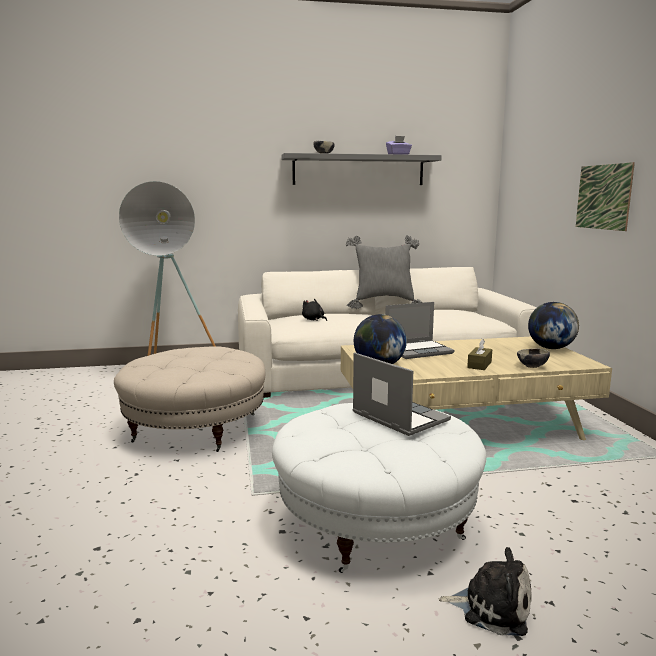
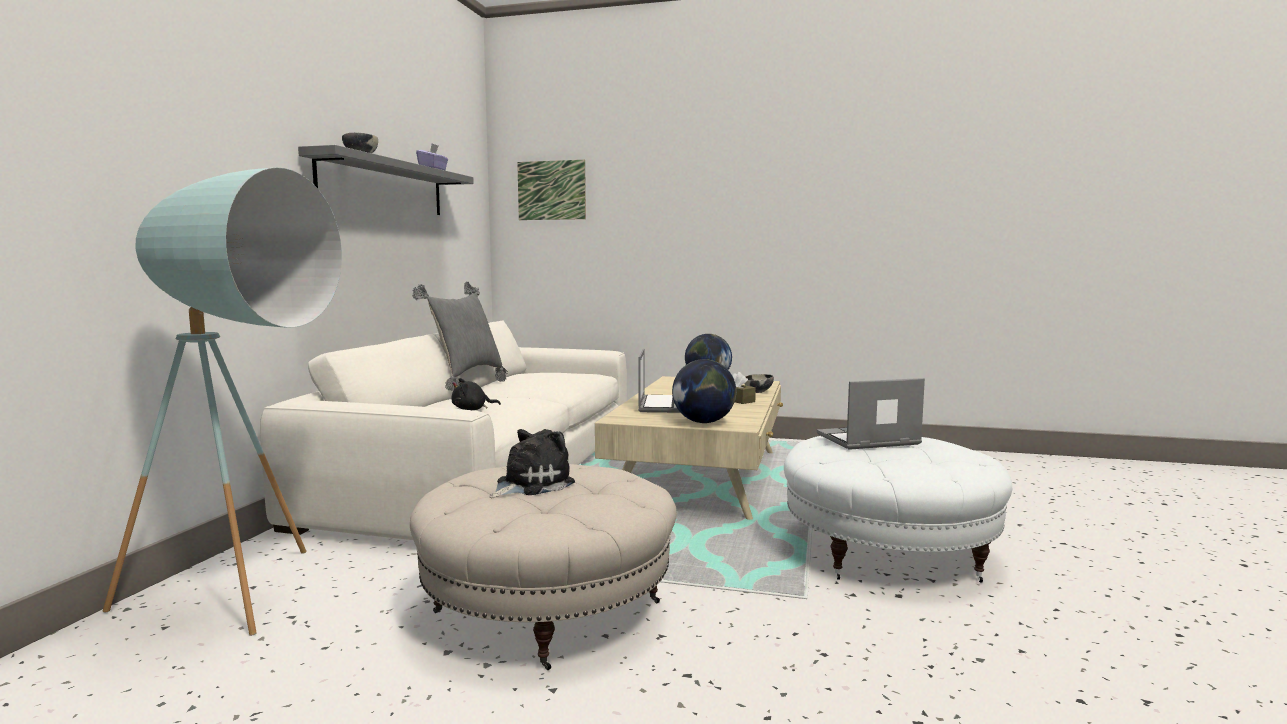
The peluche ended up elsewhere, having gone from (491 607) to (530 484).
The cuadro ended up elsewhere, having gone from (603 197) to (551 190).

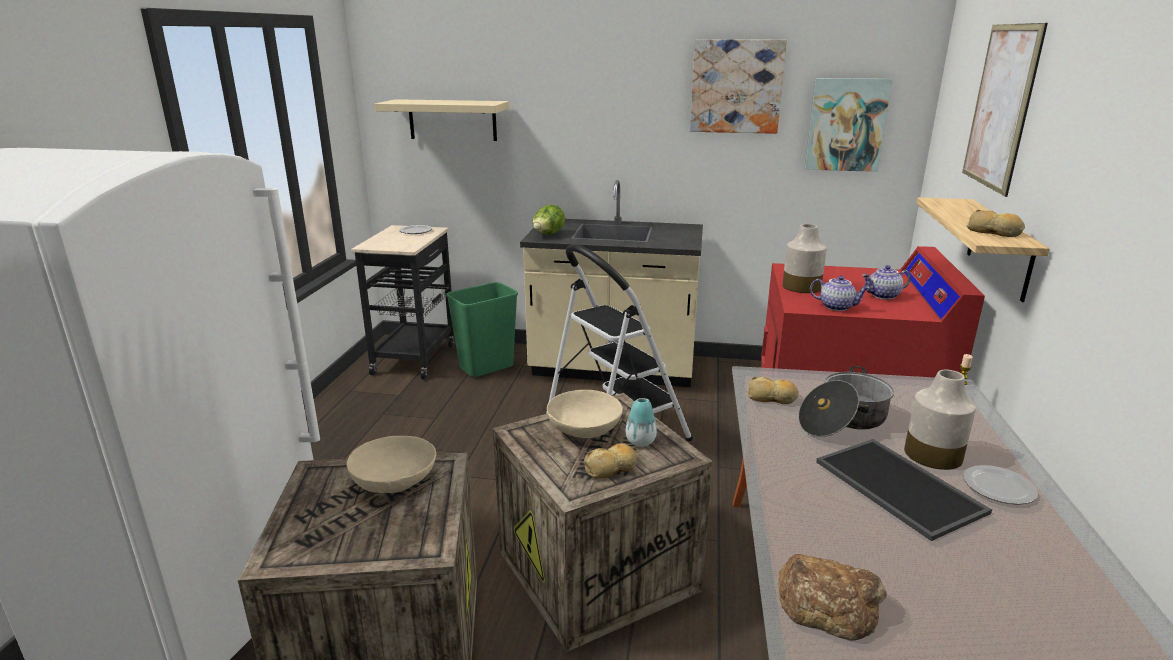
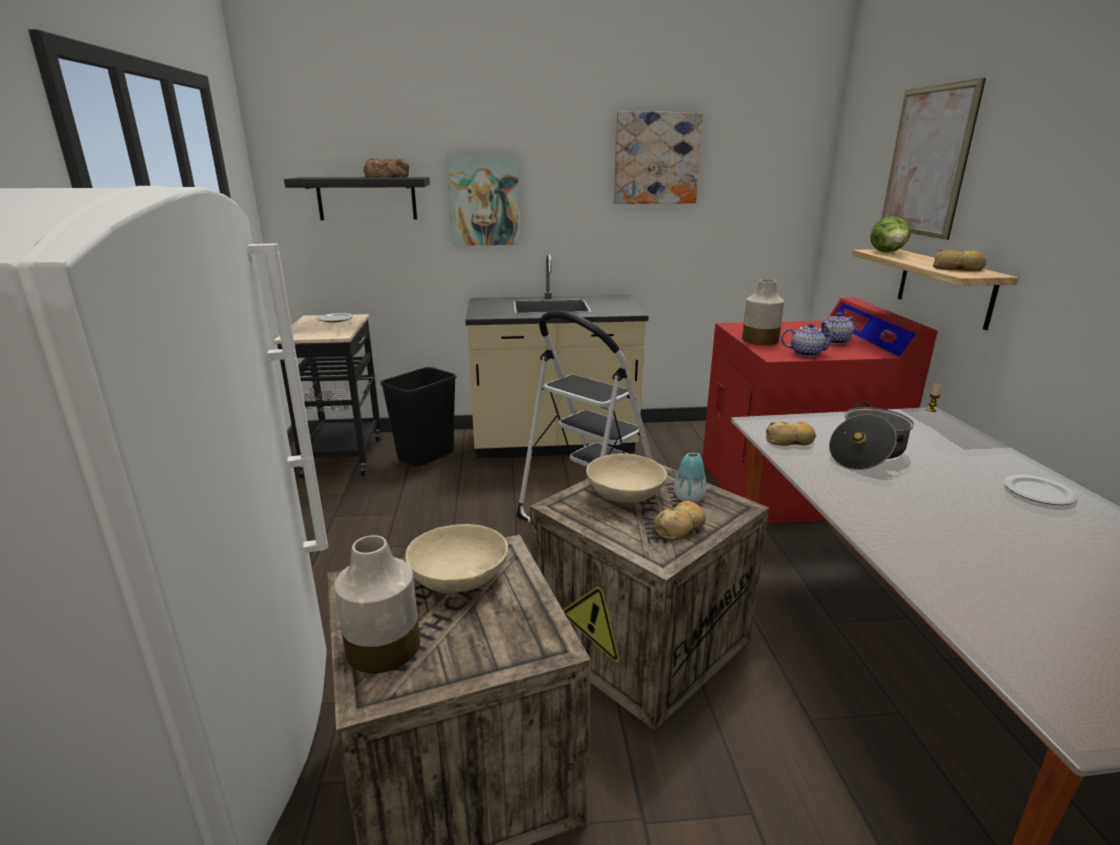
The second view lost the bandeja at (901 486).
The lechuga ended up elsewhere, having gone from (548 235) to (888 253).
The pan ended up elsewhere, having gone from (828 603) to (387 177).
The cuadro ended up elsewhere, having gone from (846 125) to (484 201).
The florero [beis] ended up elsewhere, having gone from (932 454) to (382 646).
What was the estante [beis] at (452 120) turned into the estante [negro] at (367 198).
What was the papelera [verde] at (486 368) turned into the papelera [negro] at (426 457).

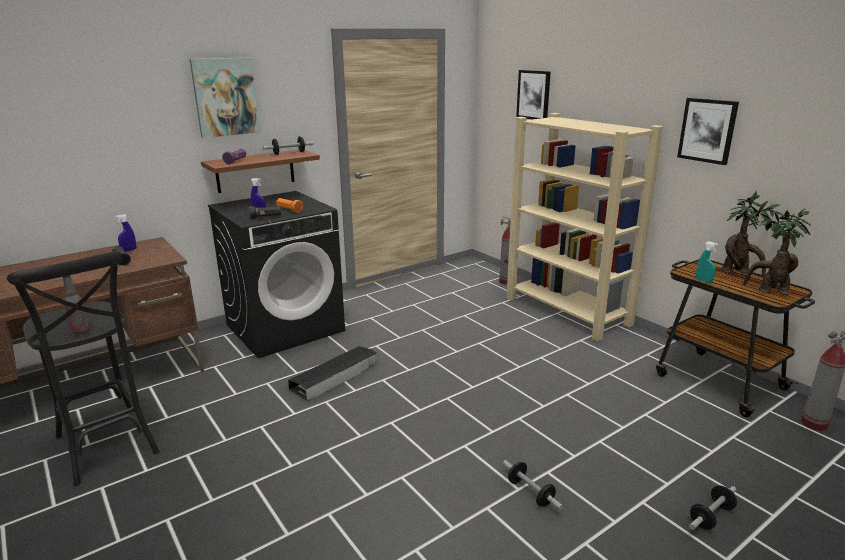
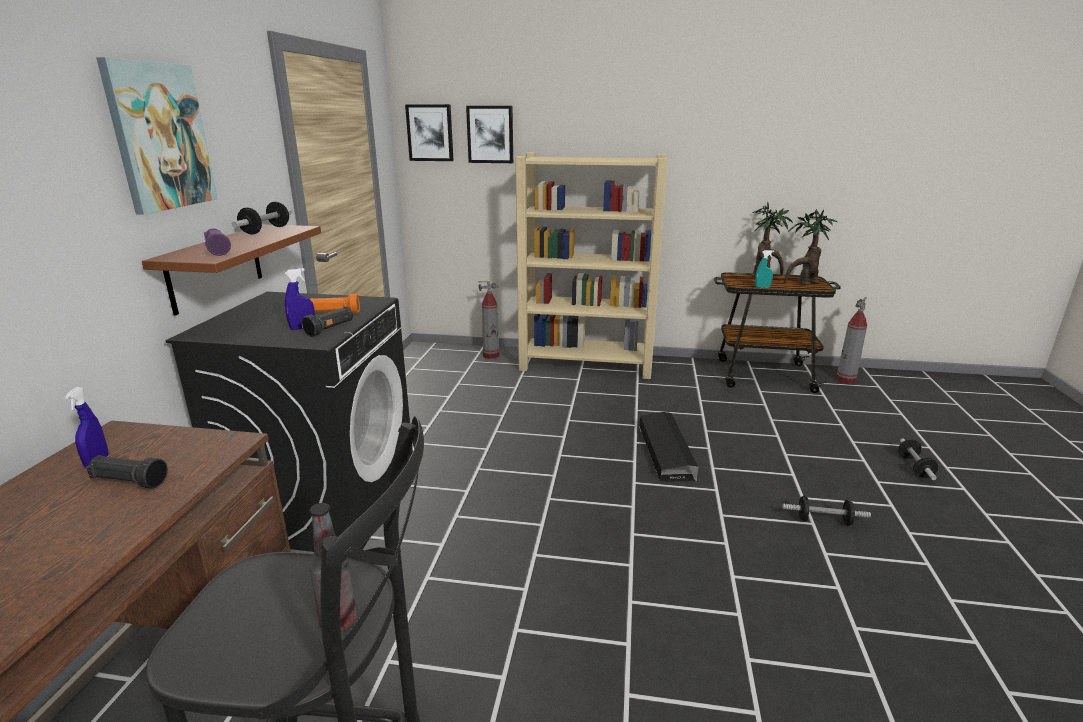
The caja de almacenaje [negro] ended up elsewhere, having gone from (335 377) to (666 451).
The cuadro ended up elsewhere, having gone from (707 130) to (430 133).

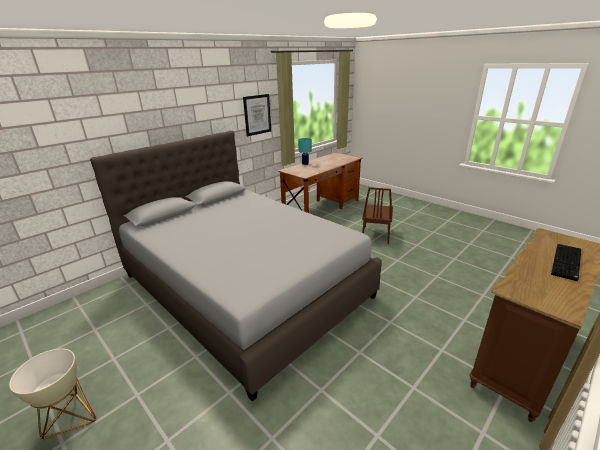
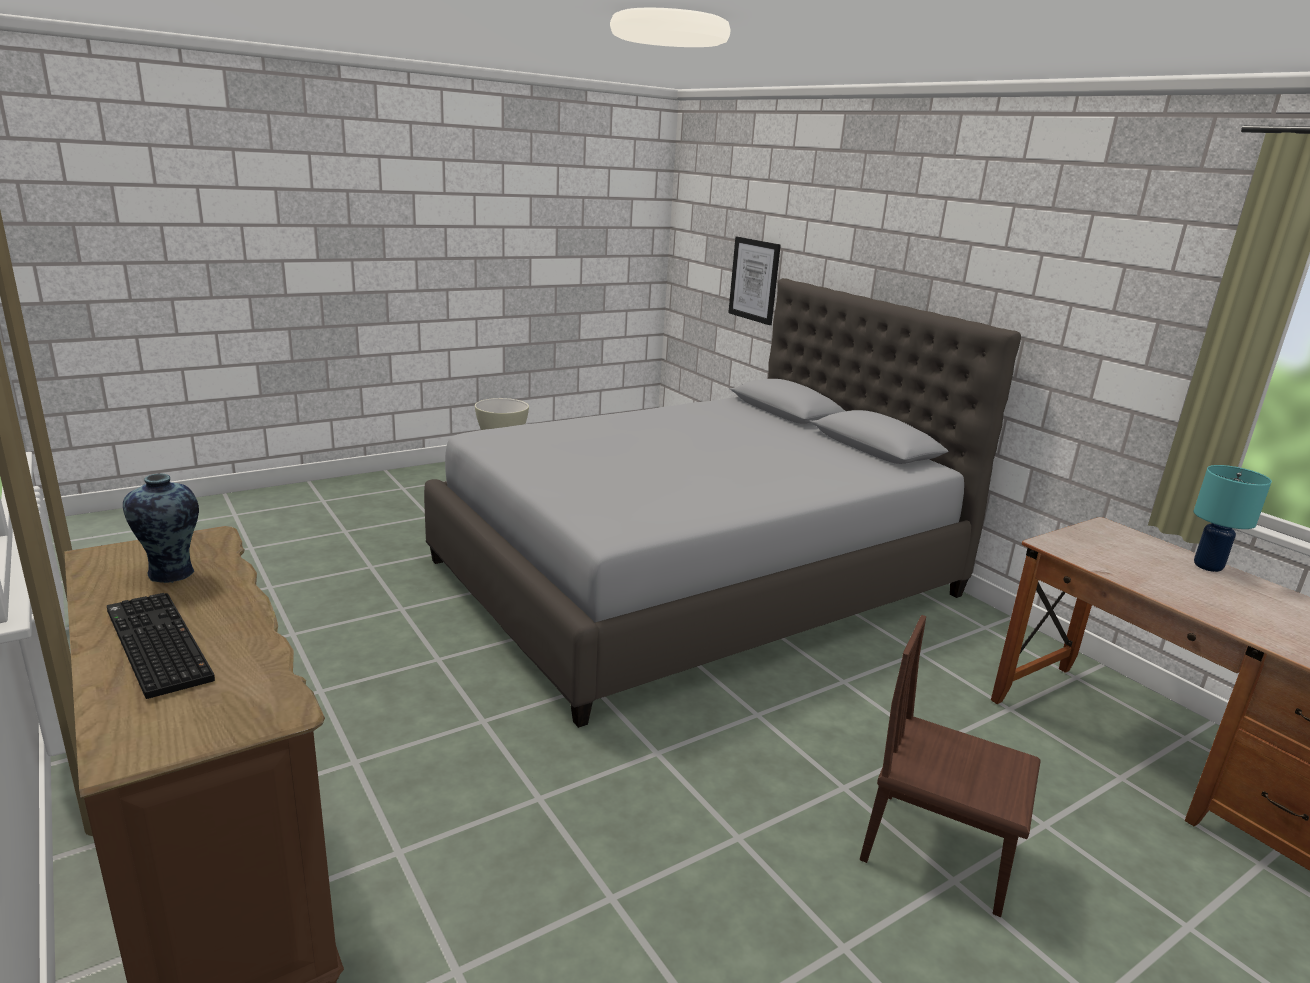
The second view gained the florero at (172 574).
The cuadro ended up elsewhere, having gone from (257 114) to (754 280).

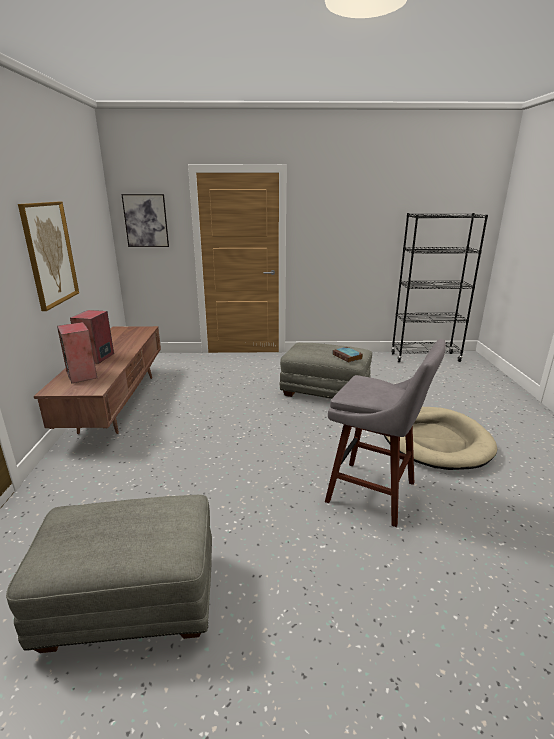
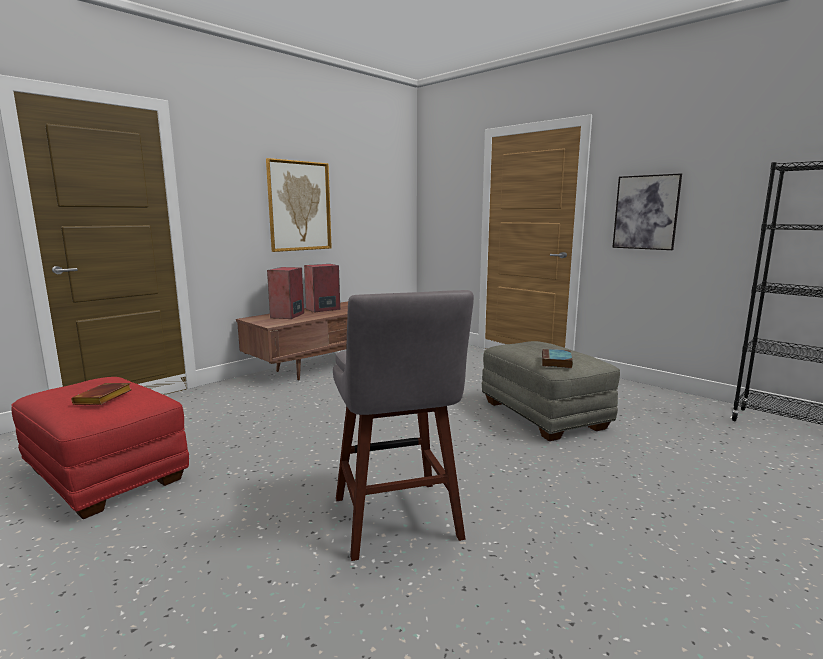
The second view lost the cama para perro [beis] at (434 441).
The second view gained the libro [marrón] at (103 399).
The cuadro ended up elsewhere, having gone from (146 221) to (646 212).
What was the puf [gris] at (132 599) turned into the puf [rojo] at (108 474).

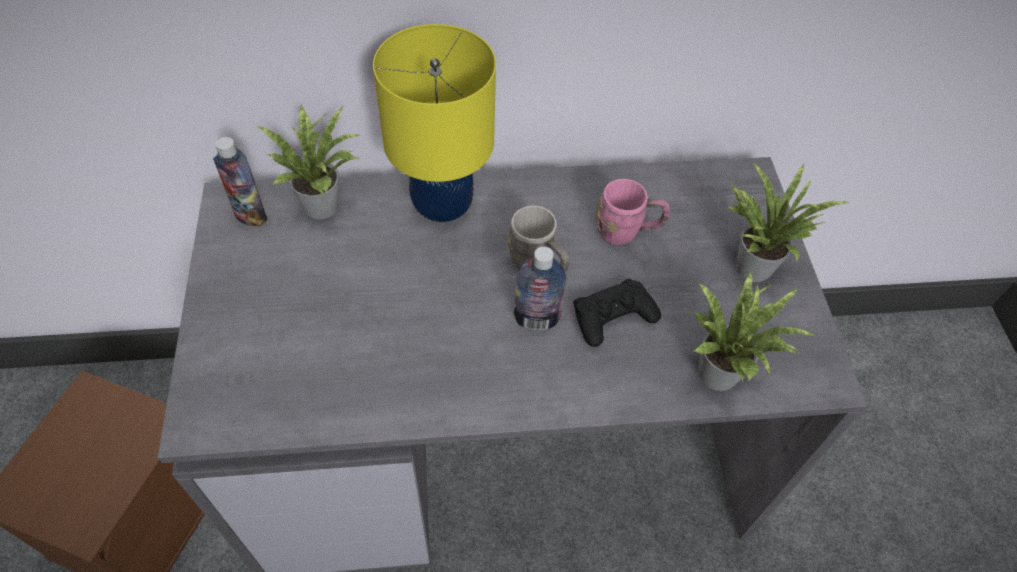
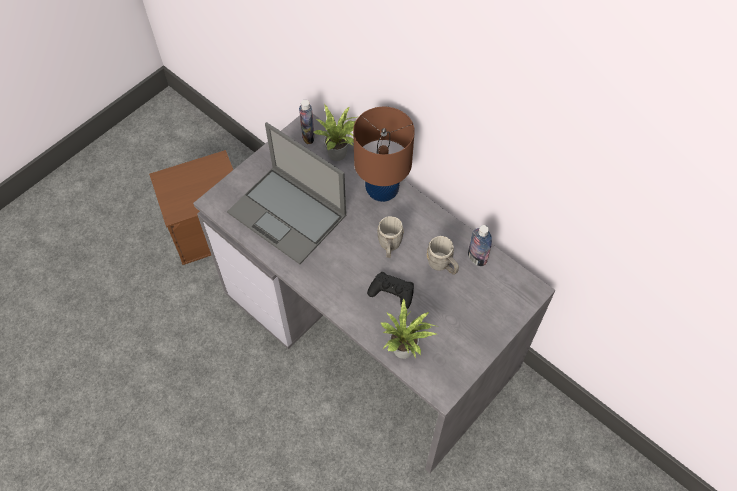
The second view lost the planta en maceta at (752 263).
The second view gained the portátil at (288 214).
The botella ended up elsewhere, having gone from (536 320) to (477 258).
What was the lámpara de mesa [amarillo] at (440 204) turned into the lámpara de mesa [marrón] at (382 190).
What was the taza grande [rosa] at (627 231) turned into the taza grande [gris] at (442 265).

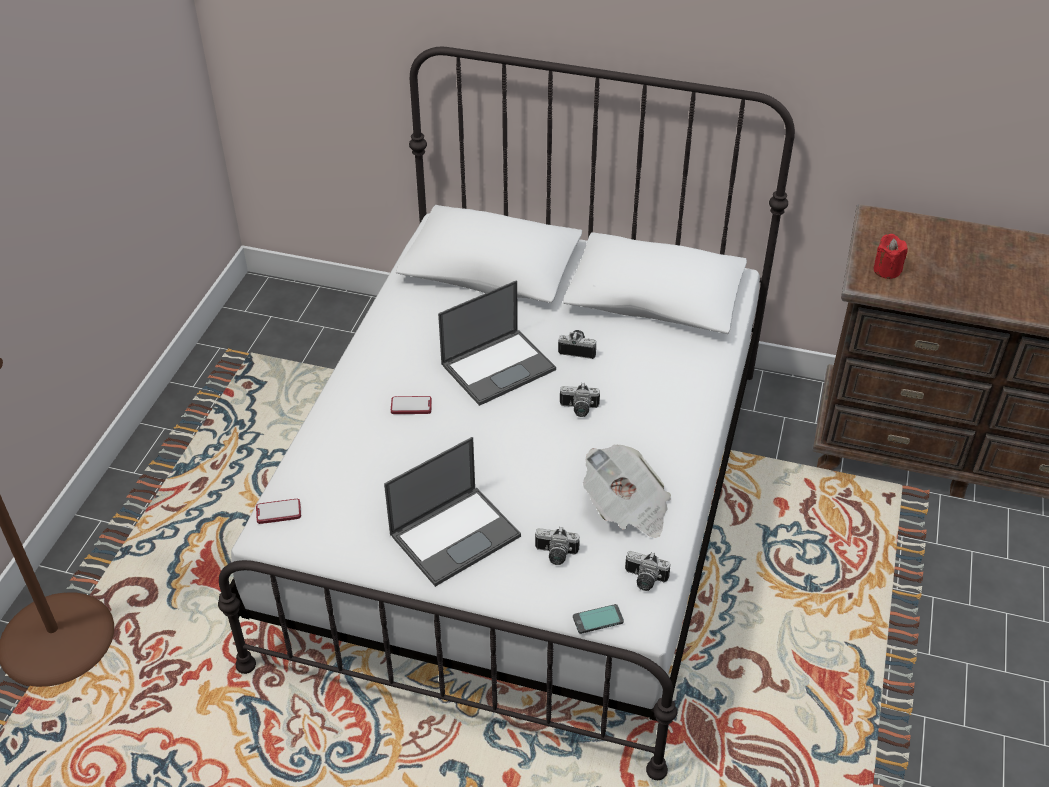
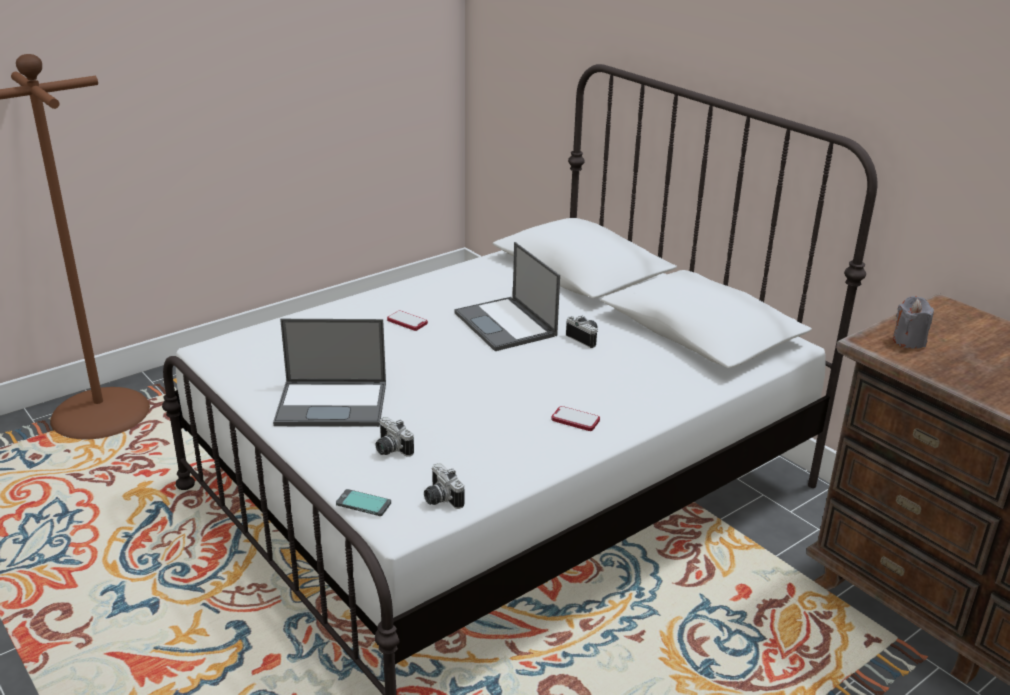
The second view lost the cámara at (579 409).
The second view lost the periódico at (626 508).
The móvil ended up elsewhere, having gone from (278 512) to (575 420).
What was the vela [rojo] at (886 270) turned into the vela [gris] at (909 341).
The portátil at (499 366) ended up facing another way, 60 degrees clockwise from before.

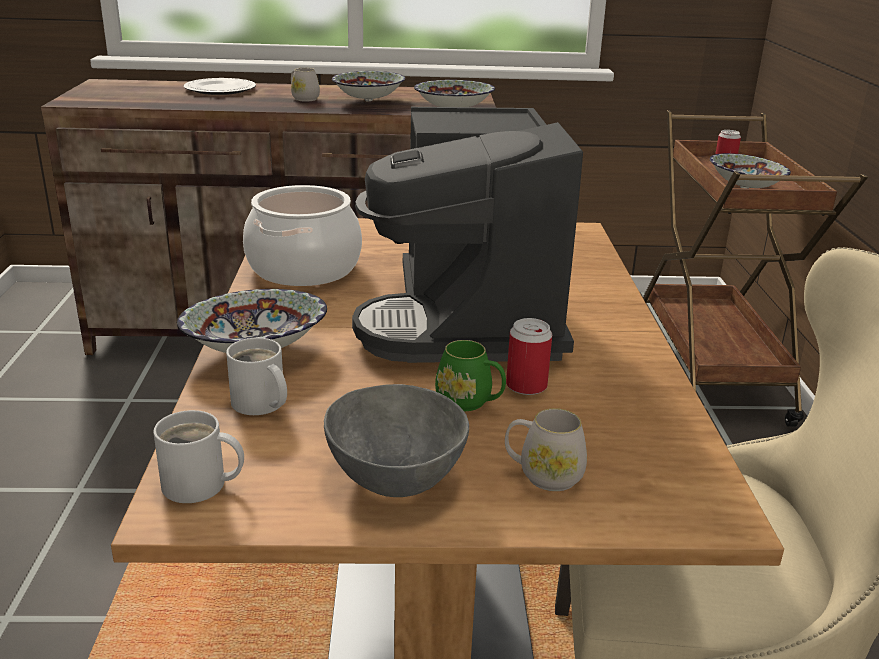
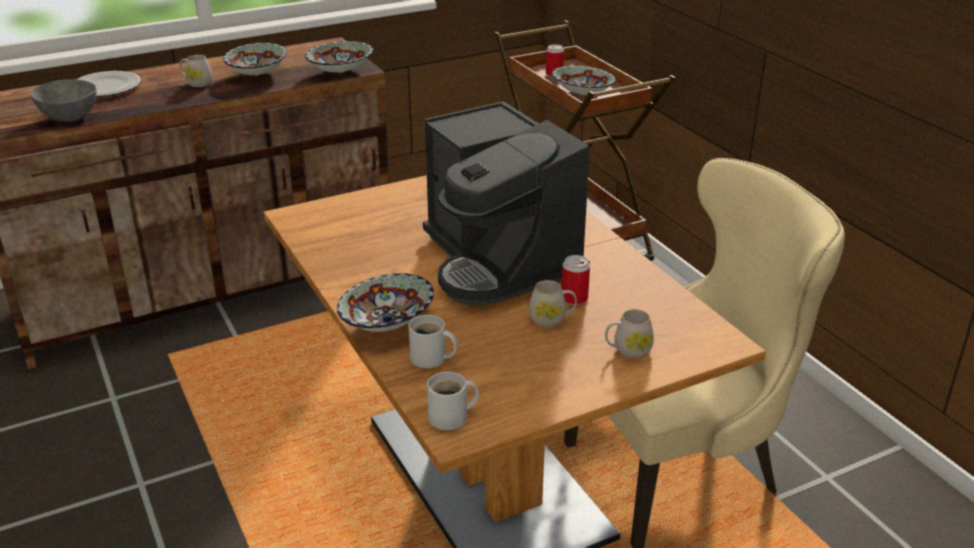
The second view lost the olla at (304 268).
The cuenco [gris] ended up elsewhere, having gone from (395 475) to (69 117).
What was the taza grande [verde] at (469 402) turned into the taza grande [blanco] at (552 319).

